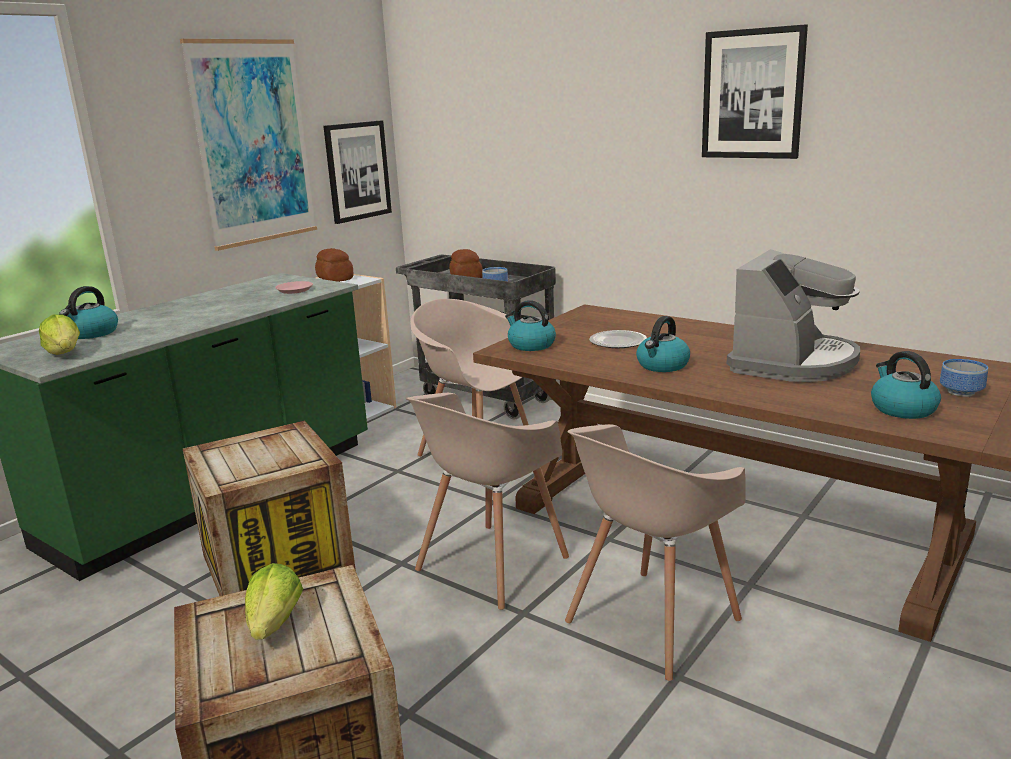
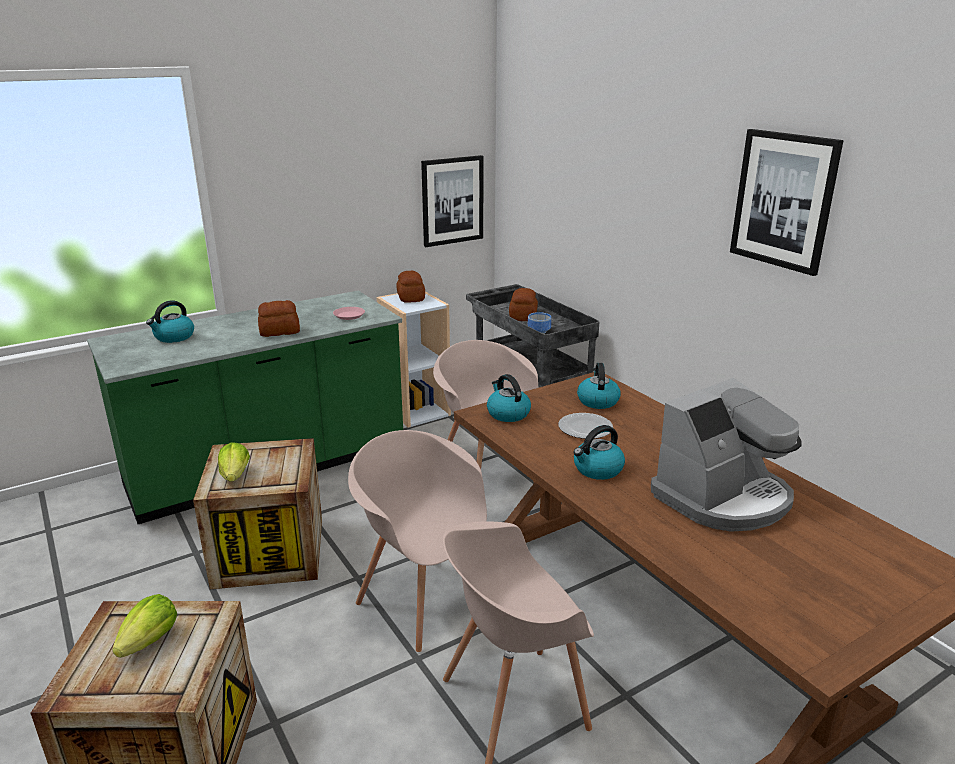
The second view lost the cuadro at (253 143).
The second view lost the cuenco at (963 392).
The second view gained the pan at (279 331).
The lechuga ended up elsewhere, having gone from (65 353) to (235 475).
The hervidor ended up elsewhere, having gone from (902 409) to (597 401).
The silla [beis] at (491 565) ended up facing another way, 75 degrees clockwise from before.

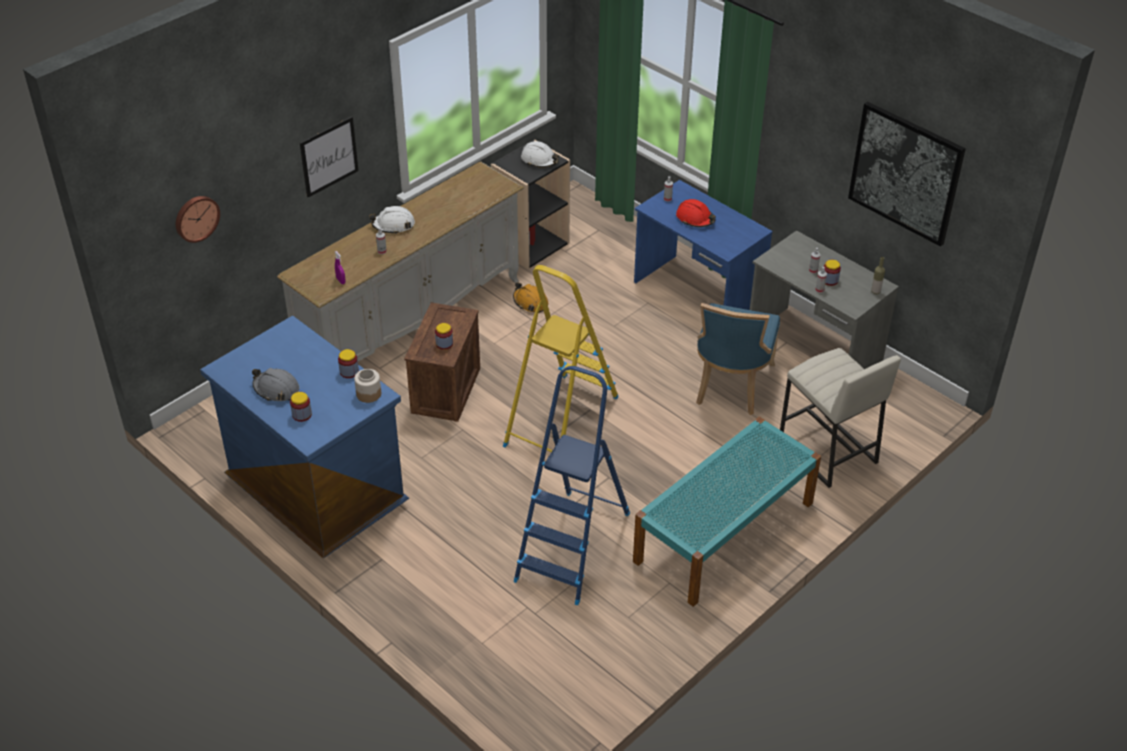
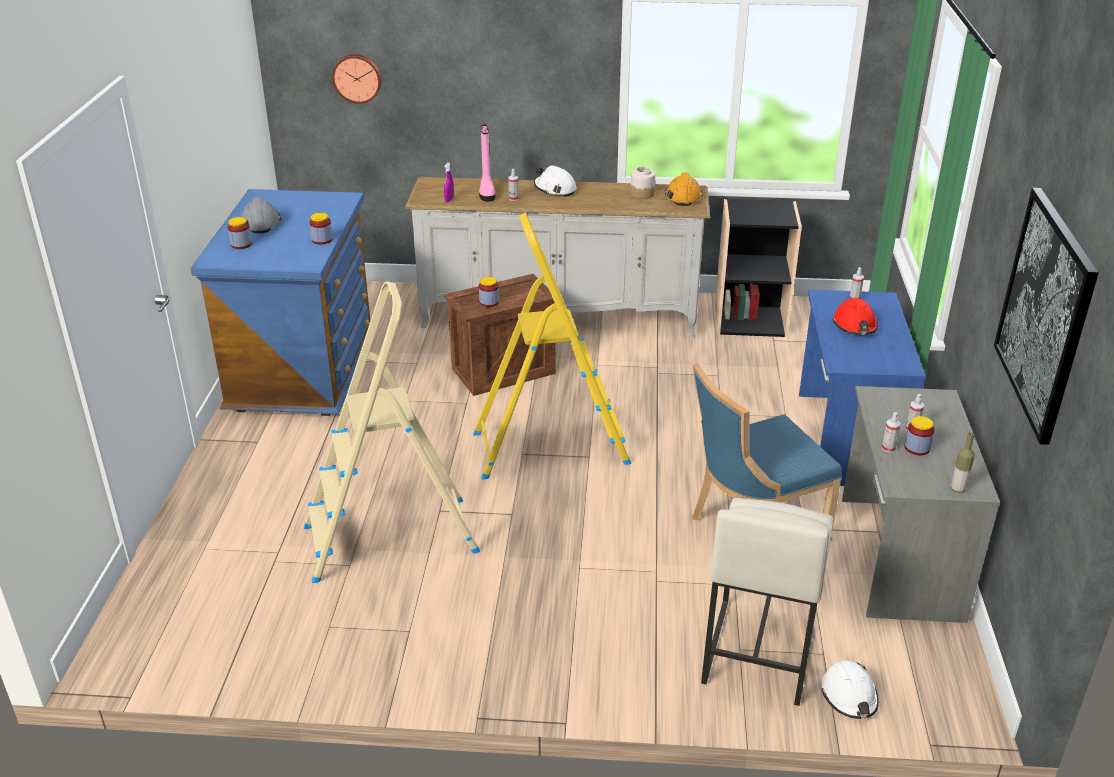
The second view lost the cuadro at (329 156).
The second view lost the banco [turquesa] at (725 532).
The second view gained the bota [rosa] at (487 192).
The tarro ended up elsewhere, having gone from (368 394) to (642 194).
The casco [naranja] ended up elsewhere, having gone from (530 302) to (683 197).
The casco [blanco] ended up elsewhere, having gone from (539 160) to (849 696).
What was the escalera de tijera [azul] at (572 547) turned into the escalera de tijera [beis] at (389 539).

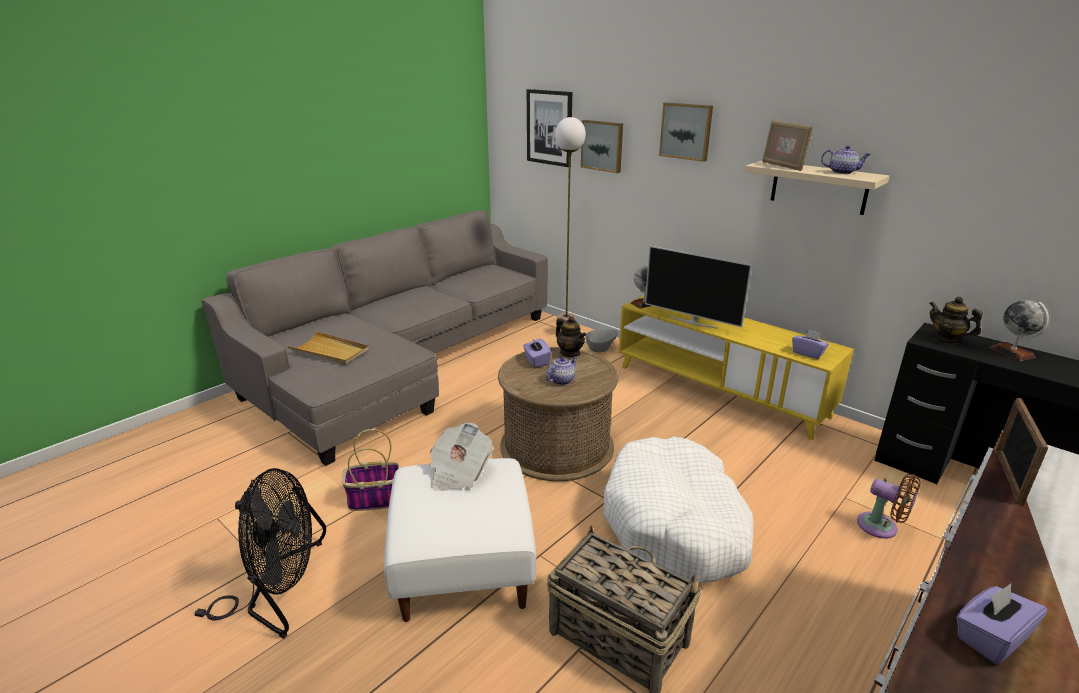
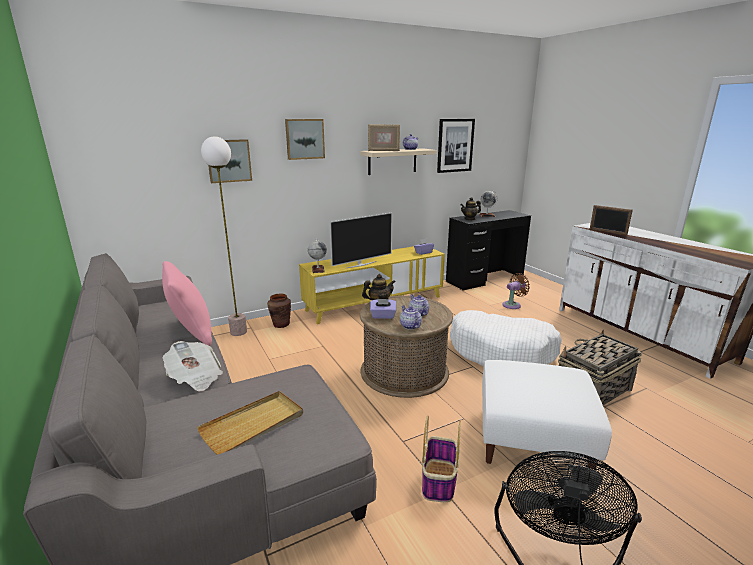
The second view lost the caja de pañuelos [morado] at (990 637).
The second view gained the cojín [rosa] at (192 334).
The second view gained the tetera at (410 326).
The periódico ended up elsewhere, having gone from (459 472) to (195 378).
The cuadro ended up elsewhere, having gone from (549 127) to (455 145).
Where the cuenco [gris] stood at (601 349), the florero [marrón] came to stand at (281 324).

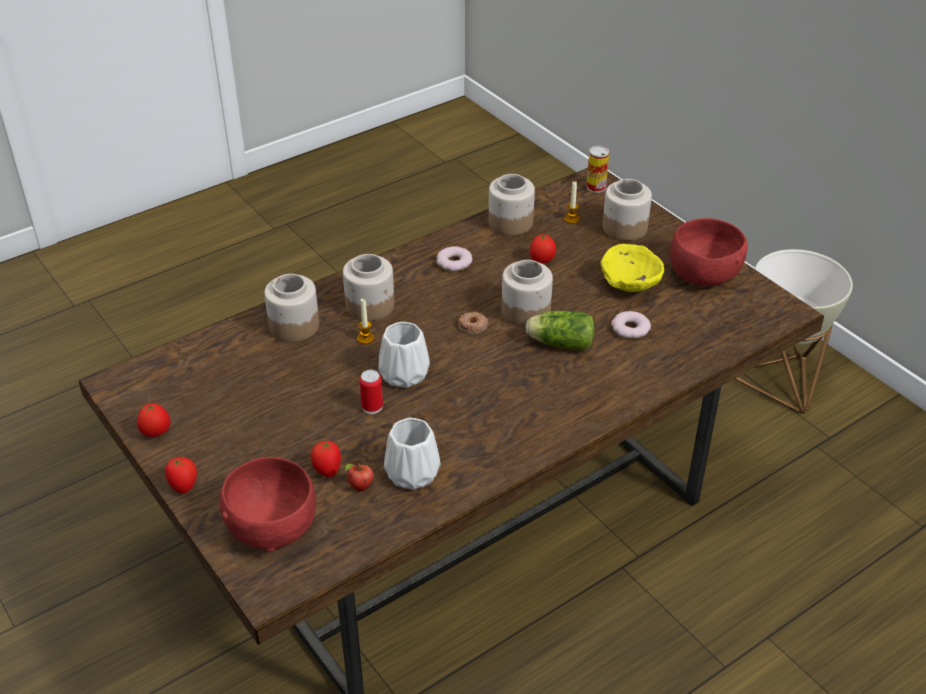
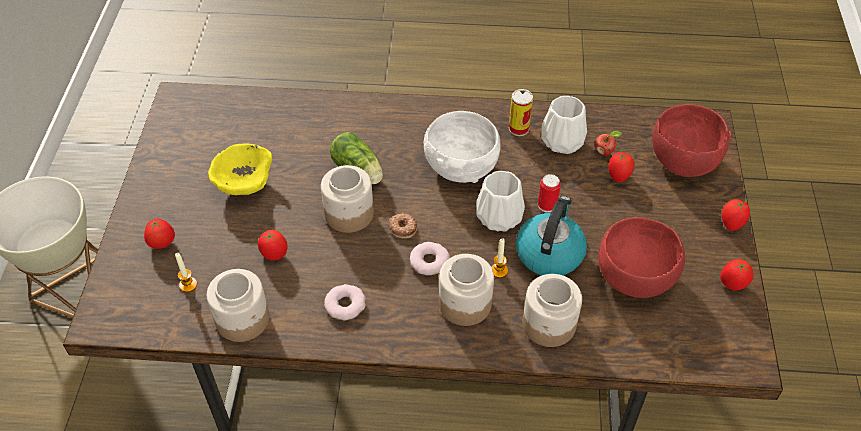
The second view gained the cuenco [blanco] at (460 166).
The second view gained the hervidor at (549 252).
The lata ended up elsewhere, having gone from (596 187) to (518 128).
The rosquilla ended up elsewhere, having gone from (630 329) to (429 261).
The cuenco [rojo] ended up elsewhere, having gone from (703 275) to (636 276).
Where the tarro stood at (624 227), the tomate came to stand at (162 244).

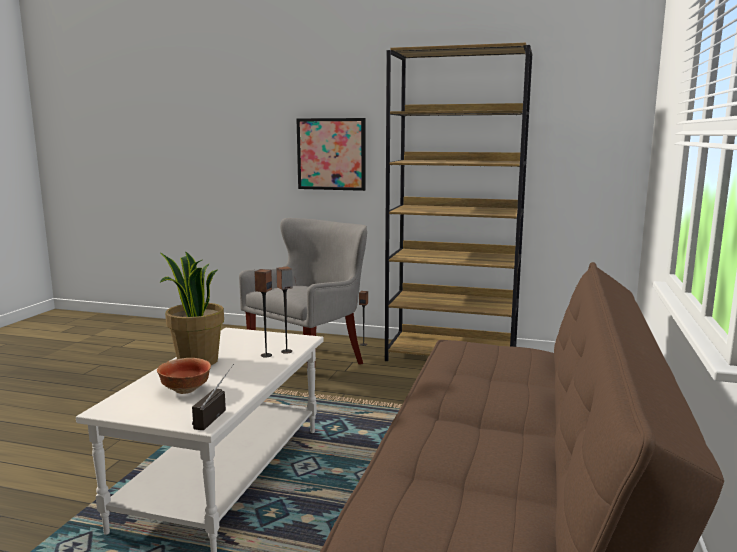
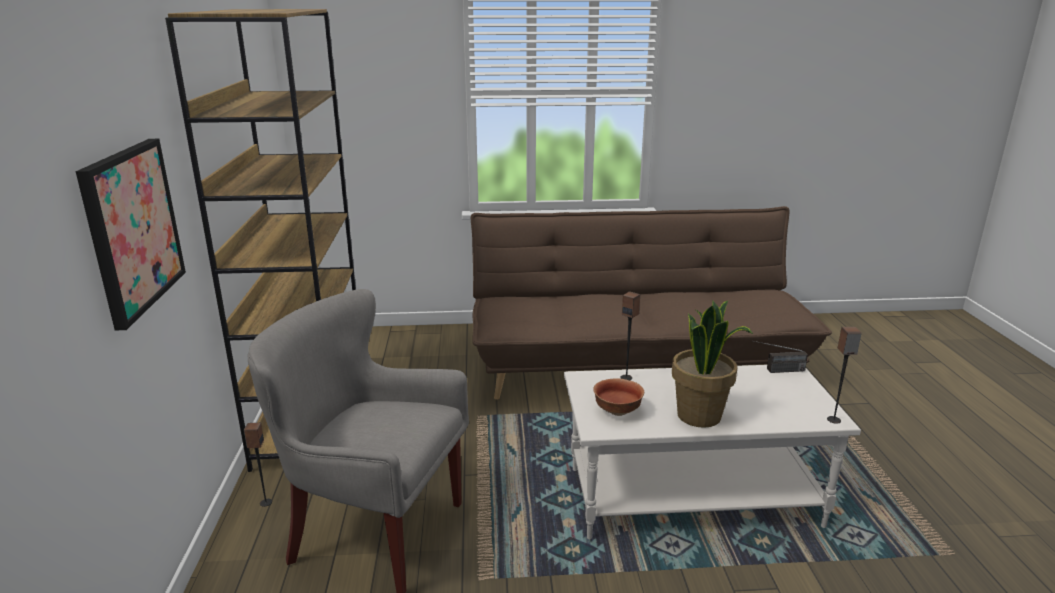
The cuenco ended up elsewhere, having gone from (186 390) to (616 410).
The altavoz ended up elsewhere, having gone from (266 355) to (834 420).

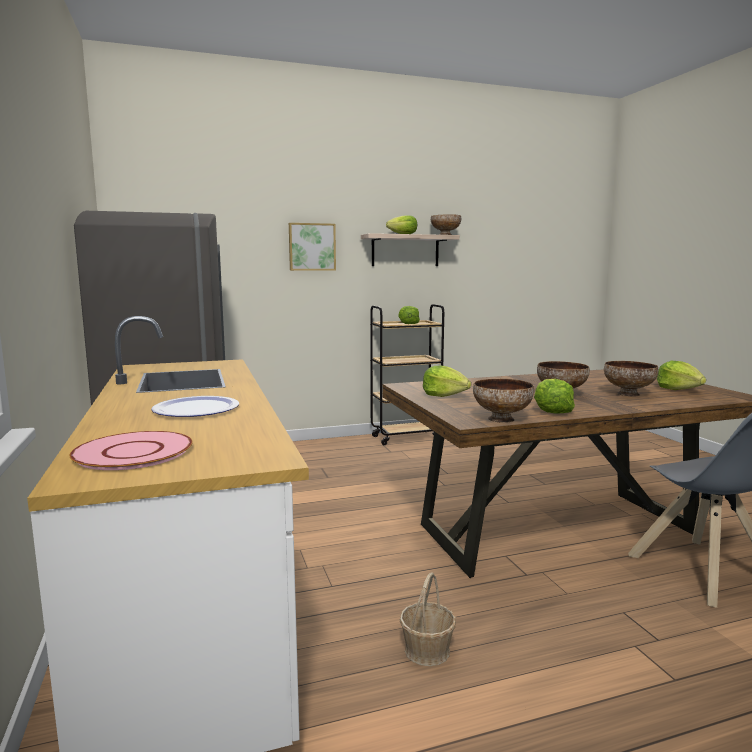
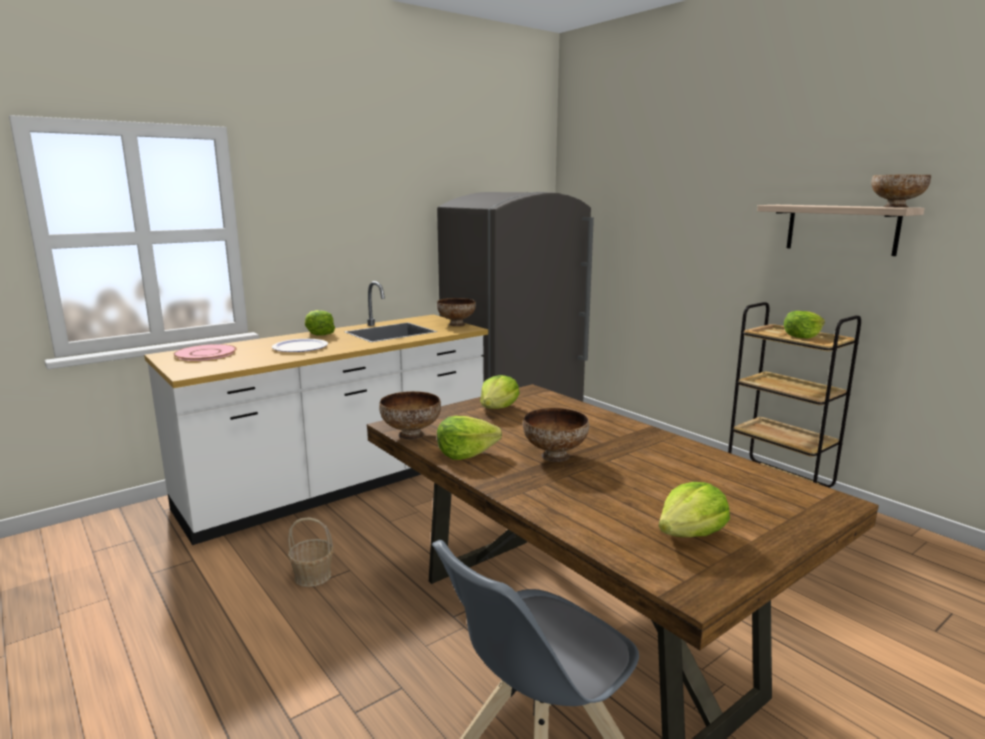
The second view lost the cuadro at (312 247).
The lechuga ended up elsewhere, having gone from (403 234) to (318 333).
The cuenco ended up elsewhere, having gone from (628 394) to (456 324).

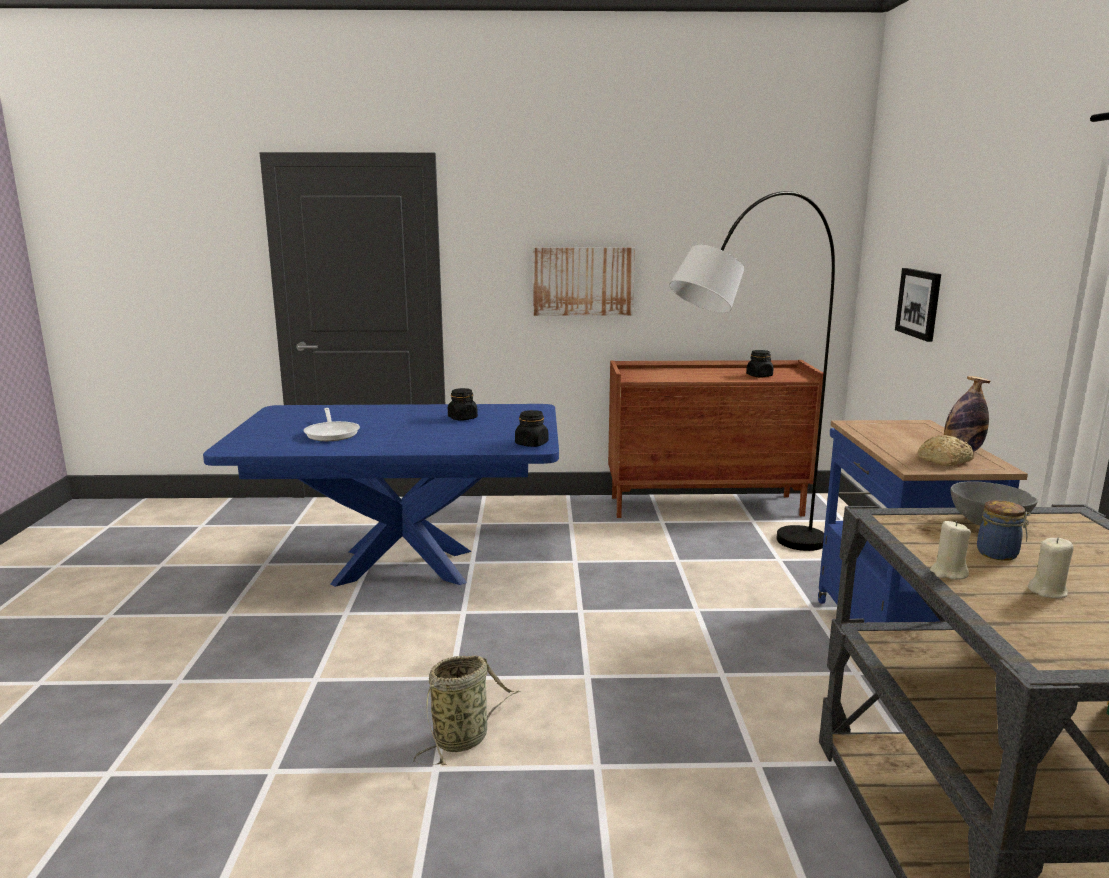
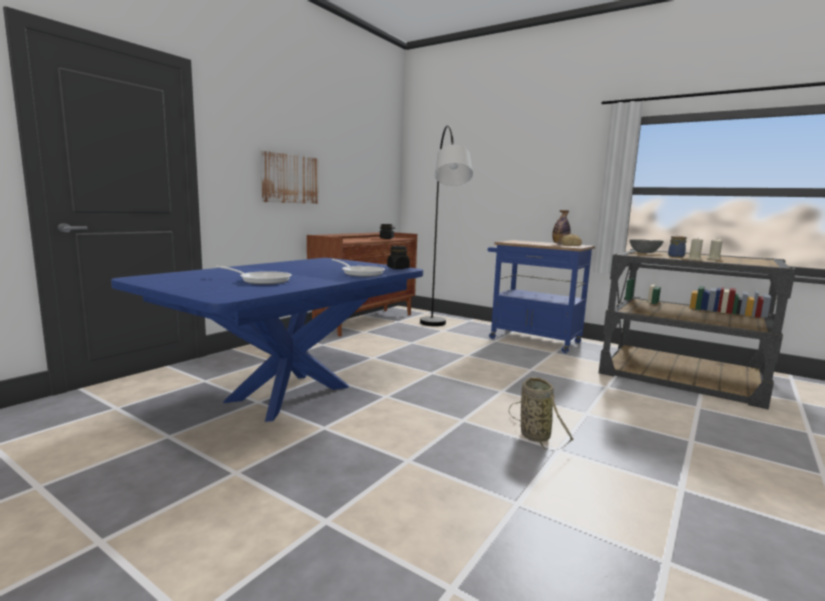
The second view lost the tarro [negro] at (462 418).
The second view lost the cuadro at (919 303).
The second view gained the sartén at (360 273).

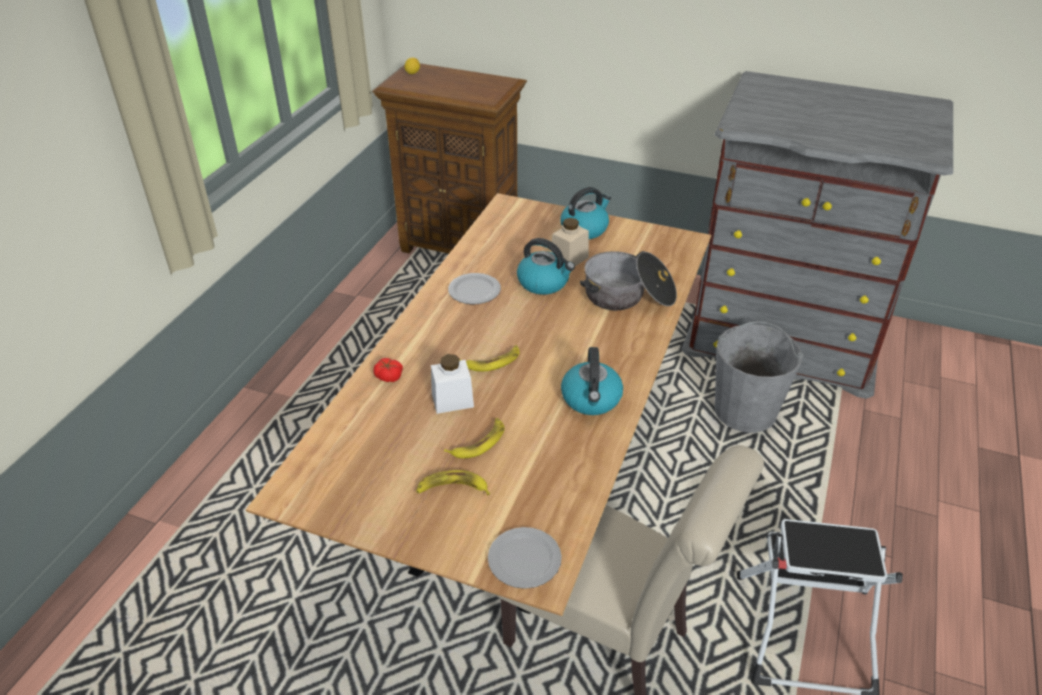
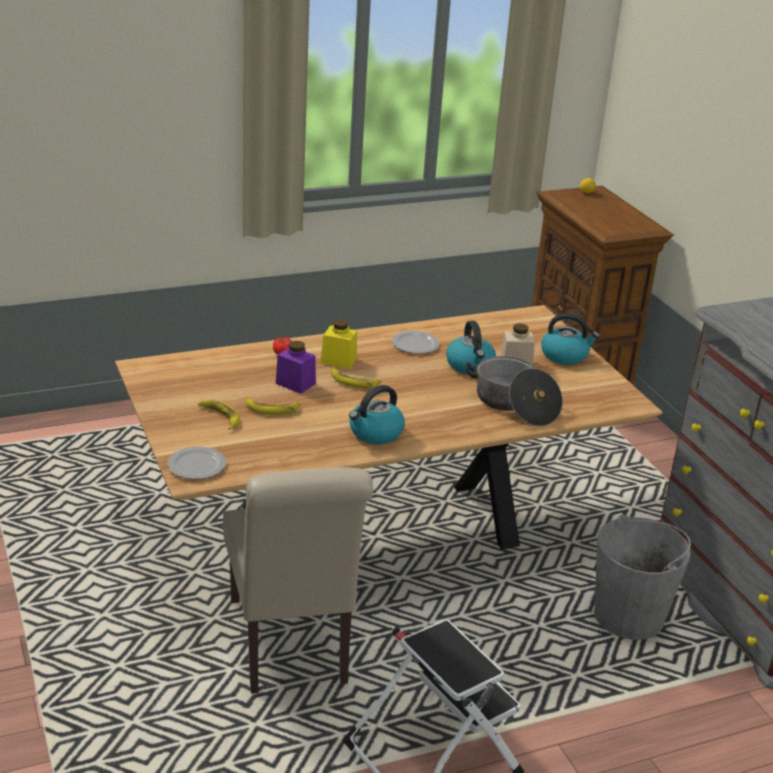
The second view gained the tarro [amarillo] at (338 360).
What was the tarro [blanco] at (452 400) turned into the tarro [morado] at (295 383).

